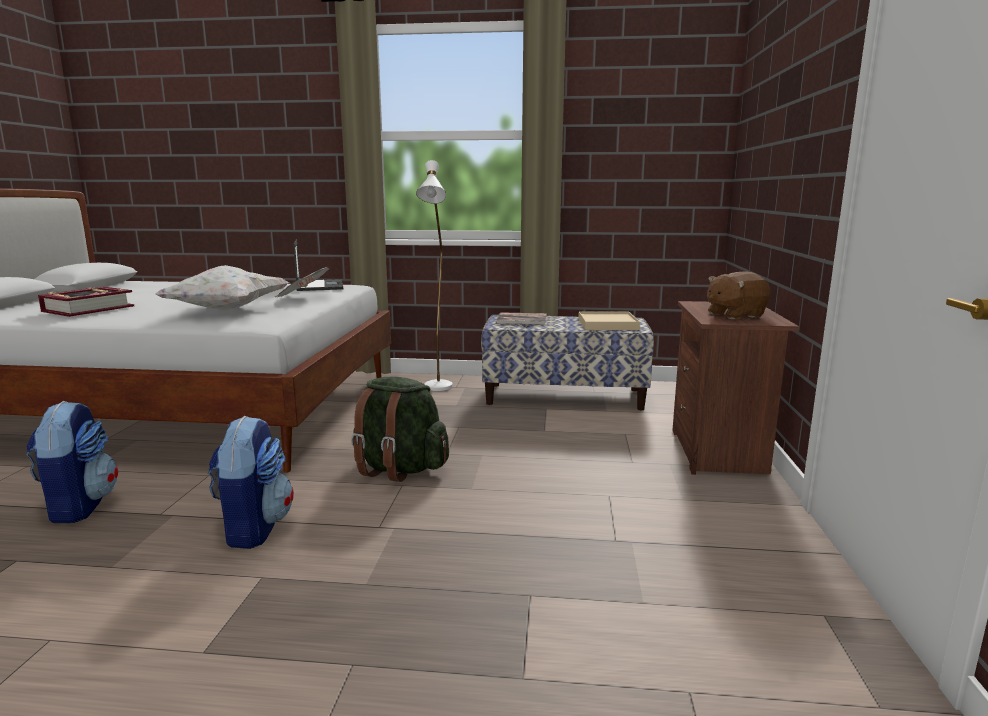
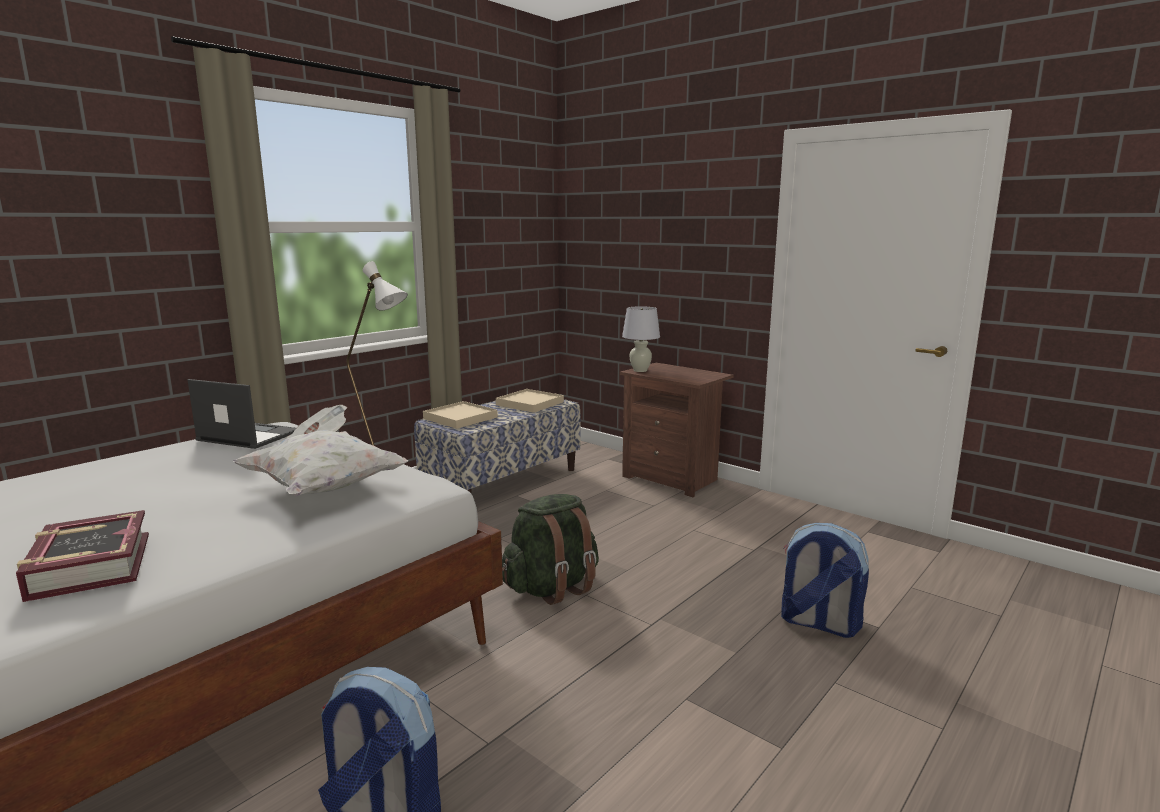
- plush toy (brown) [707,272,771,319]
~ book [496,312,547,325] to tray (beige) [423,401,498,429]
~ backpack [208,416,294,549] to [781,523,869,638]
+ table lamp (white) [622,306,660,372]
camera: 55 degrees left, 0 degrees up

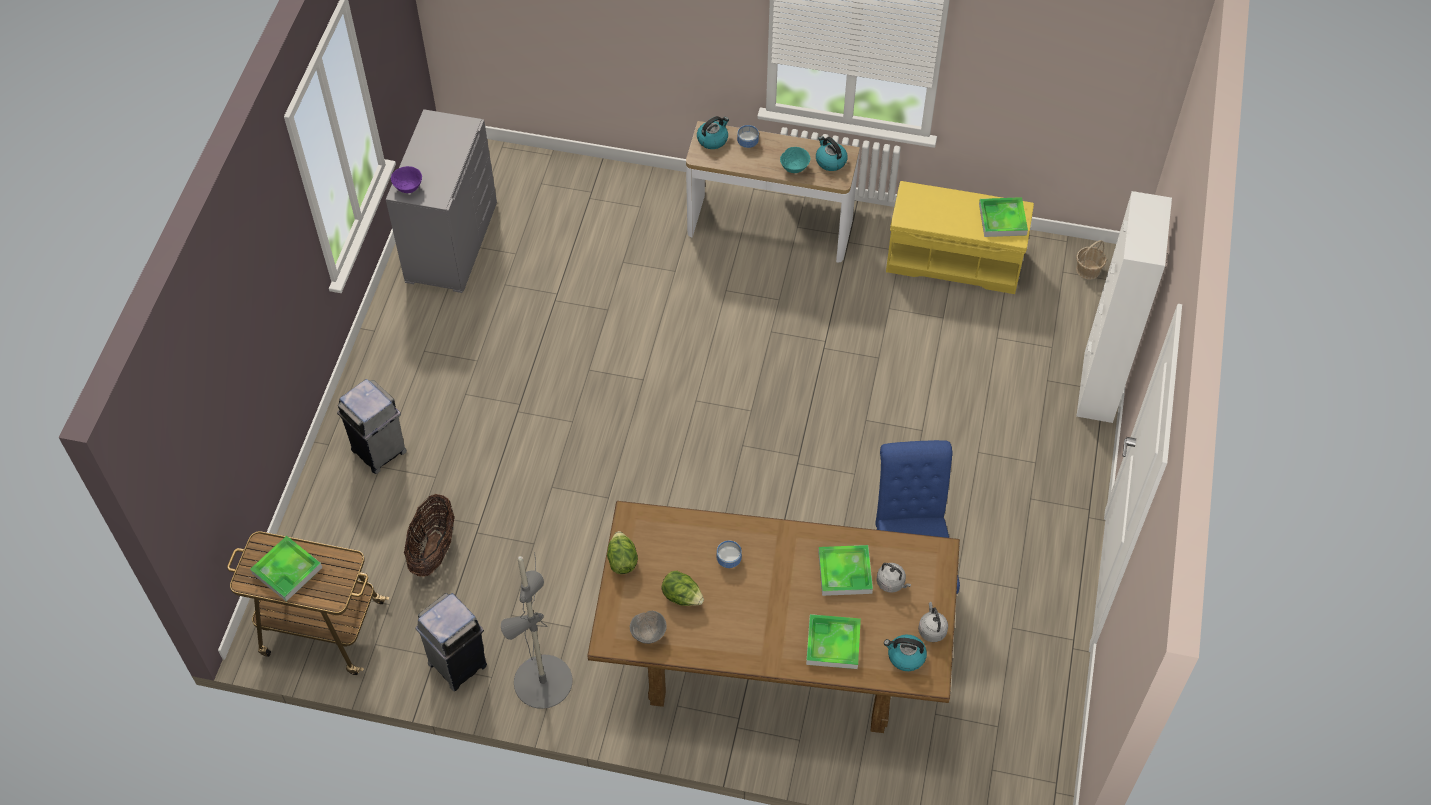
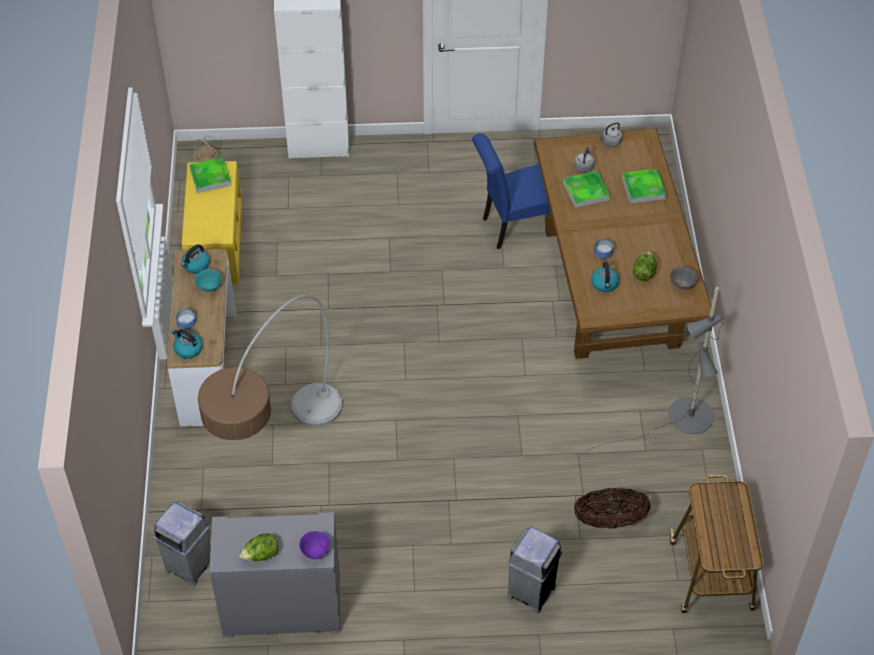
~ lettuce [607,531,638,574] to [239,533,278,561]
- tray [250,536,322,601]
~ trash can (grey) [415,593,487,691] to [153,501,211,587]
~ kettle [884,635,927,671] to [591,262,619,292]
+ floor lamp [198,295,342,440]
camera: 105 degrees left, 5 degrees down

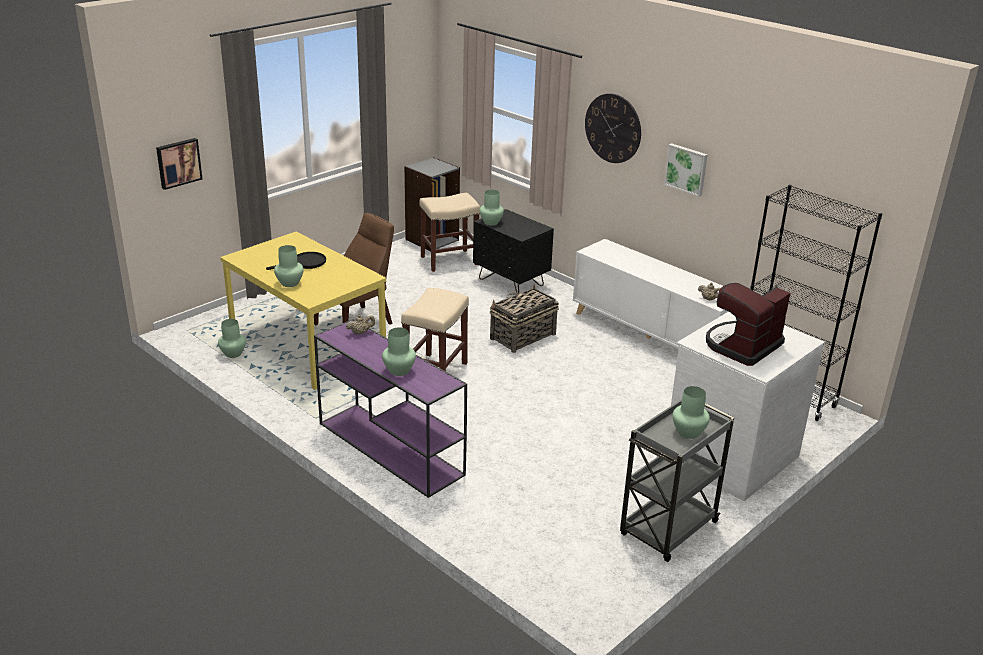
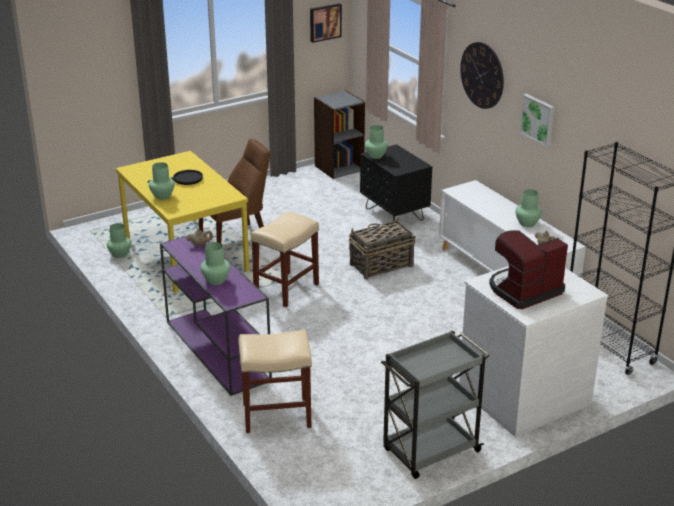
~ picture [156,138,202,190] to [310,3,342,43]
~ stool (beige) [419,193,480,272] to [239,330,312,433]
~ vase (green) [673,386,710,439] to [515,189,542,227]
camera: 15 degrees right, 0 degrees up

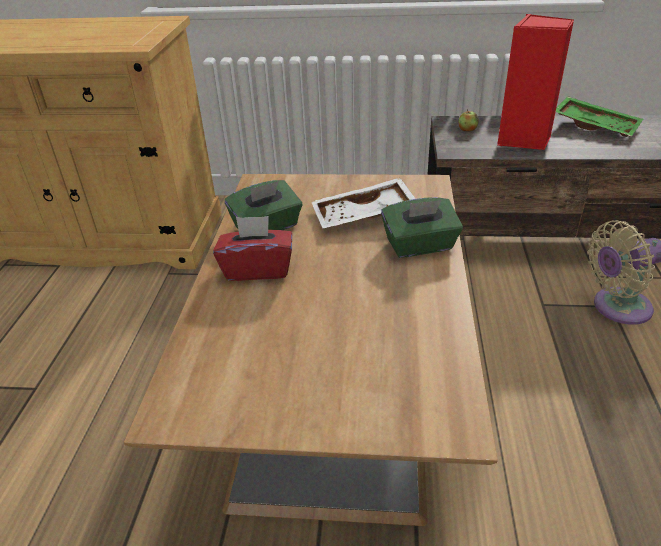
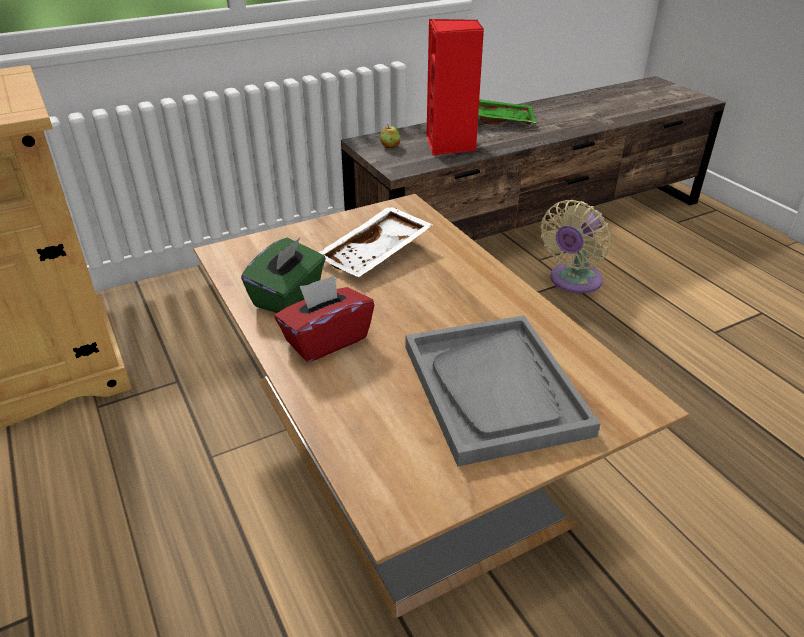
- tissue box (green) [381,197,463,258]
+ tray (grey) [405,315,600,467]
camera: 35 degrees left, 0 degrees up

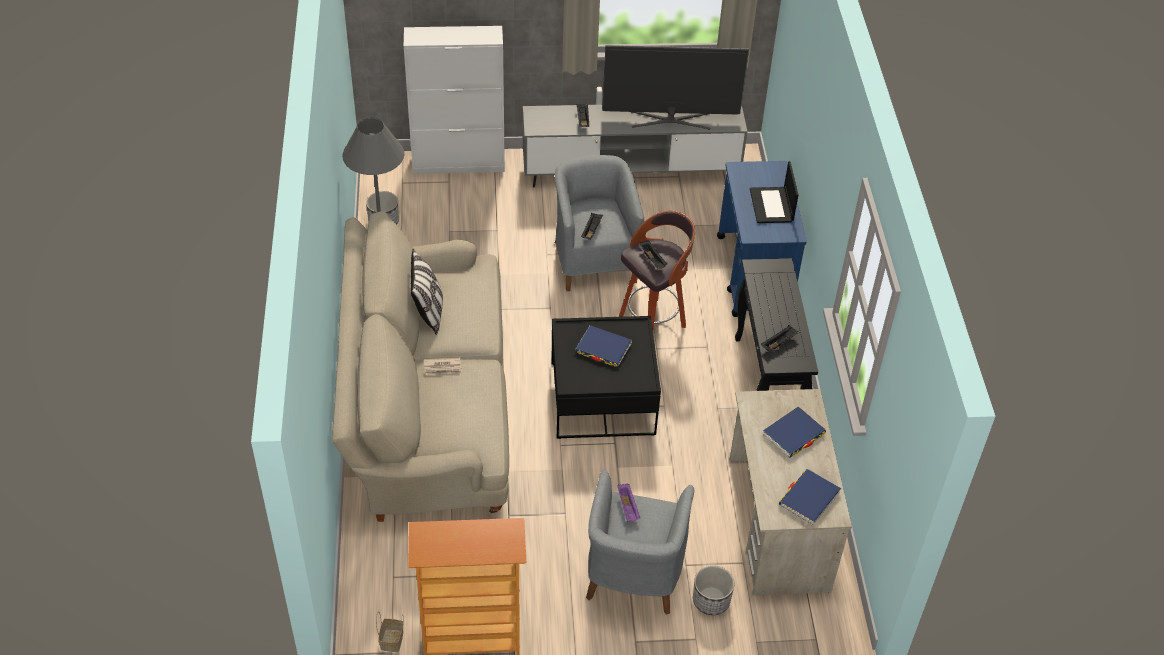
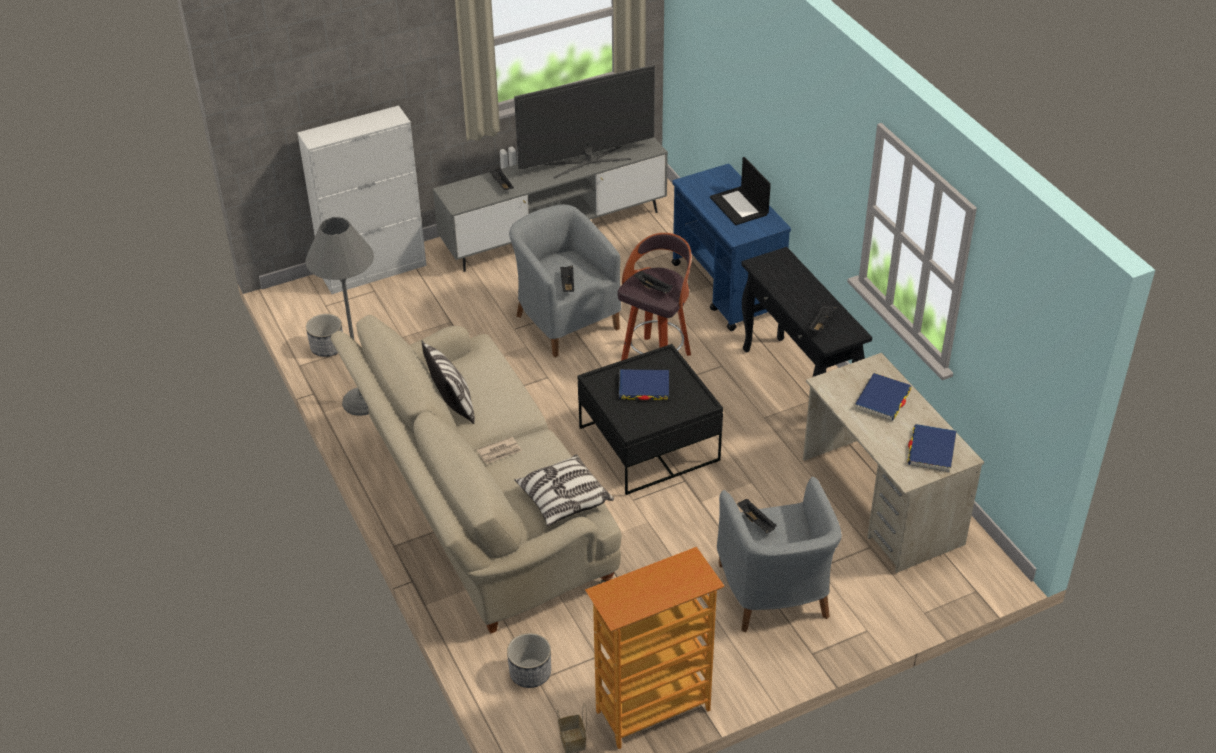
~ tray (purple) [618,484,640,522] to tray (black) [737,499,777,533]
~ planter [693,566,734,615] to [507,633,551,688]
+ pillow [514,454,614,526]
camera: 20 degrees left, 5 degrees down

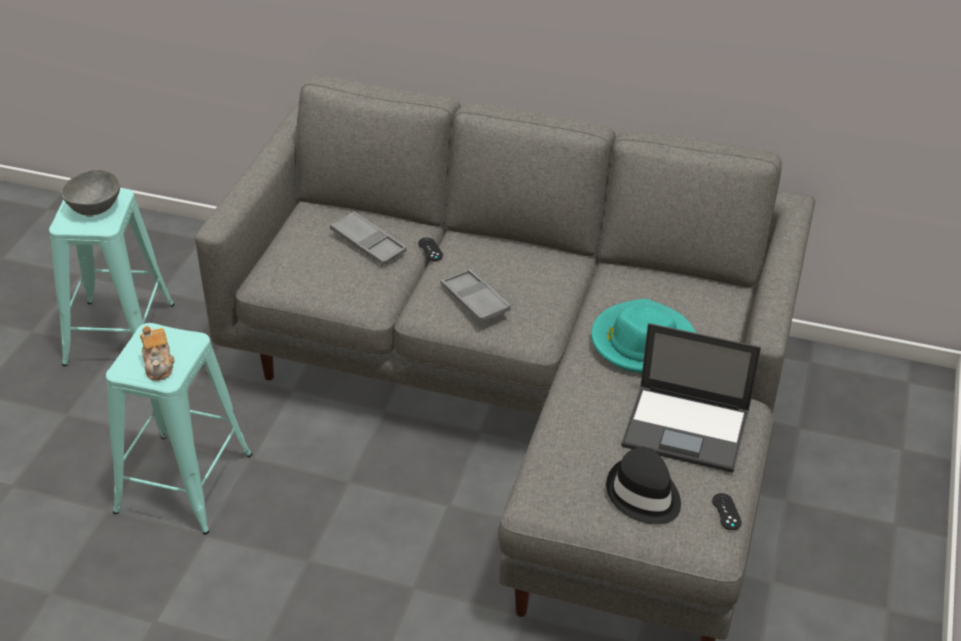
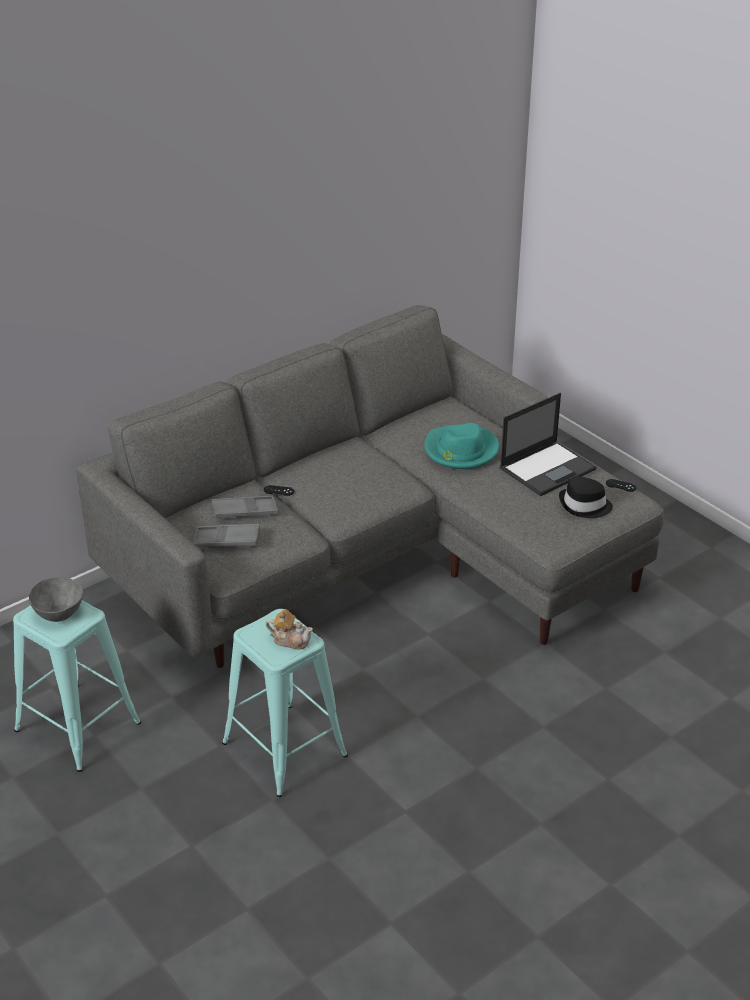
~ tray (grey) [440,269,511,322] to [193,524,260,547]
camera: 55 degrees left, 5 degrees down

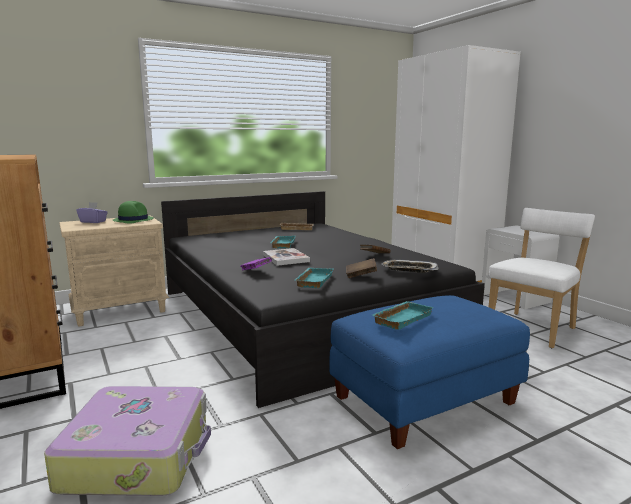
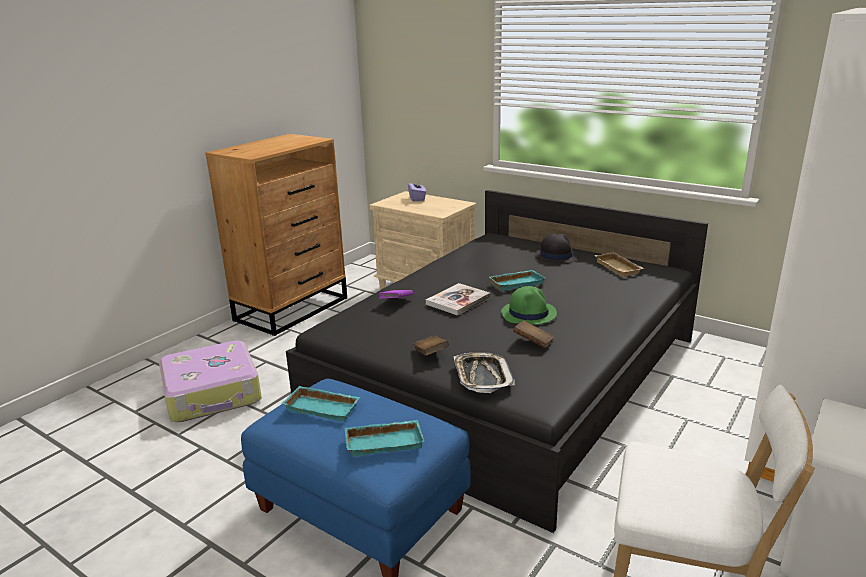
~ hat (green) [113,201,153,224] to [501,286,557,325]
~ tray (turquoise) [295,268,333,288] to [345,420,425,457]
+ hat (black) [534,233,580,263]
camera: 65 degrees right, 10 degrees up

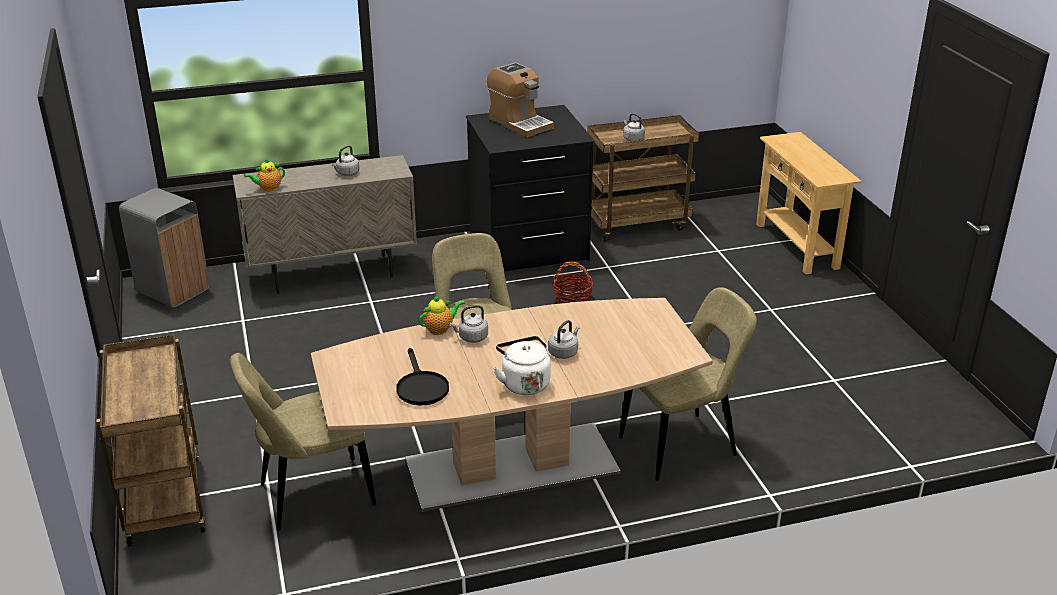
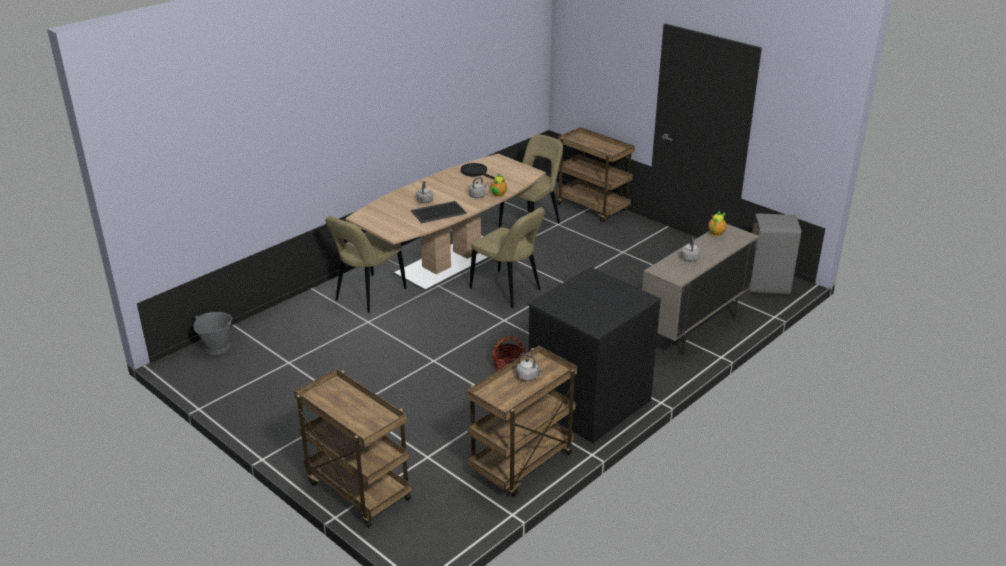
- coffee machine [487,62,554,138]
~ console table (beige) [756,132,862,274] to cart (brown) [294,369,411,528]
- kettle (white) [494,336,551,395]
+ tray [411,201,467,223]
+ bucket (grey) [193,312,232,355]
camera: 150 degrees right, 0 degrees up

